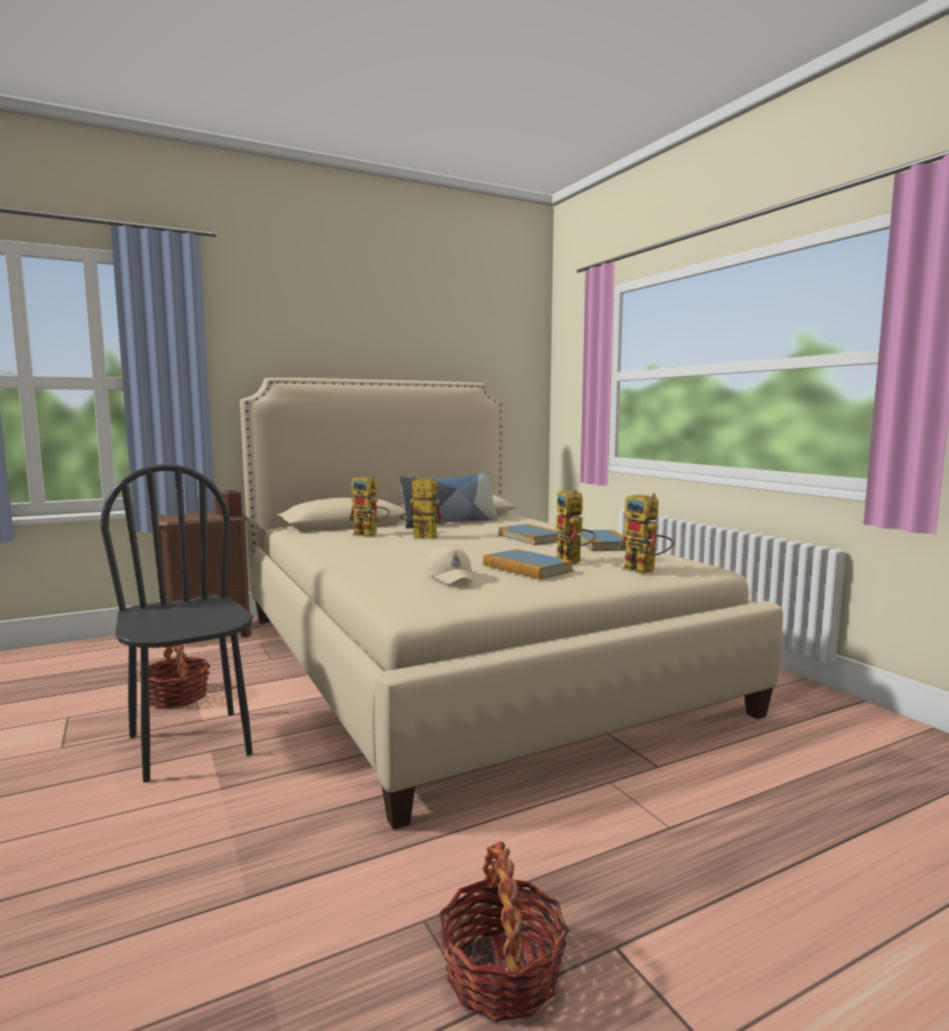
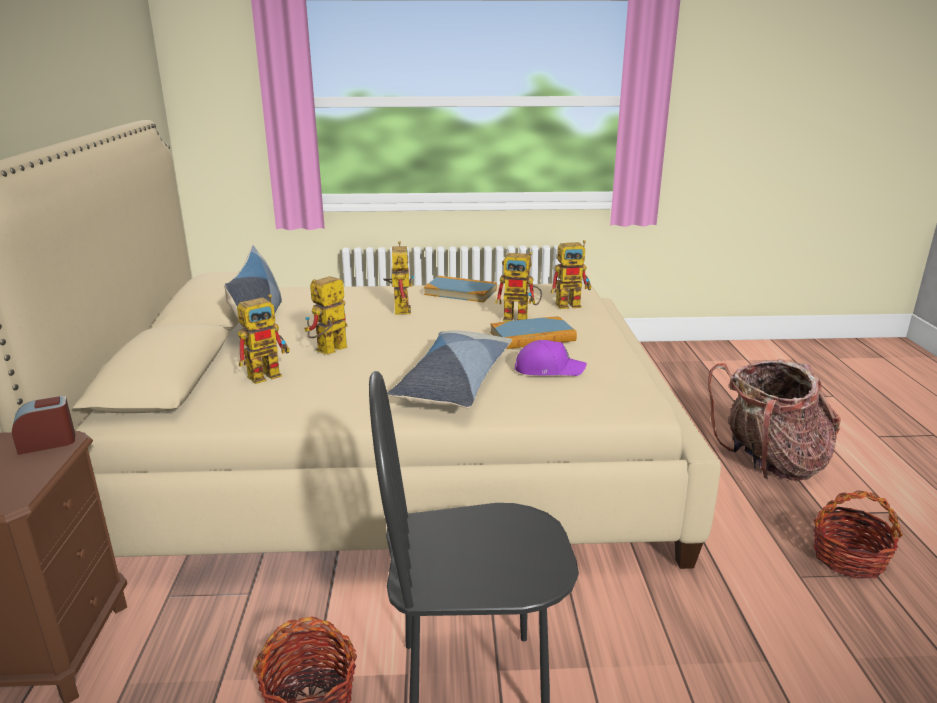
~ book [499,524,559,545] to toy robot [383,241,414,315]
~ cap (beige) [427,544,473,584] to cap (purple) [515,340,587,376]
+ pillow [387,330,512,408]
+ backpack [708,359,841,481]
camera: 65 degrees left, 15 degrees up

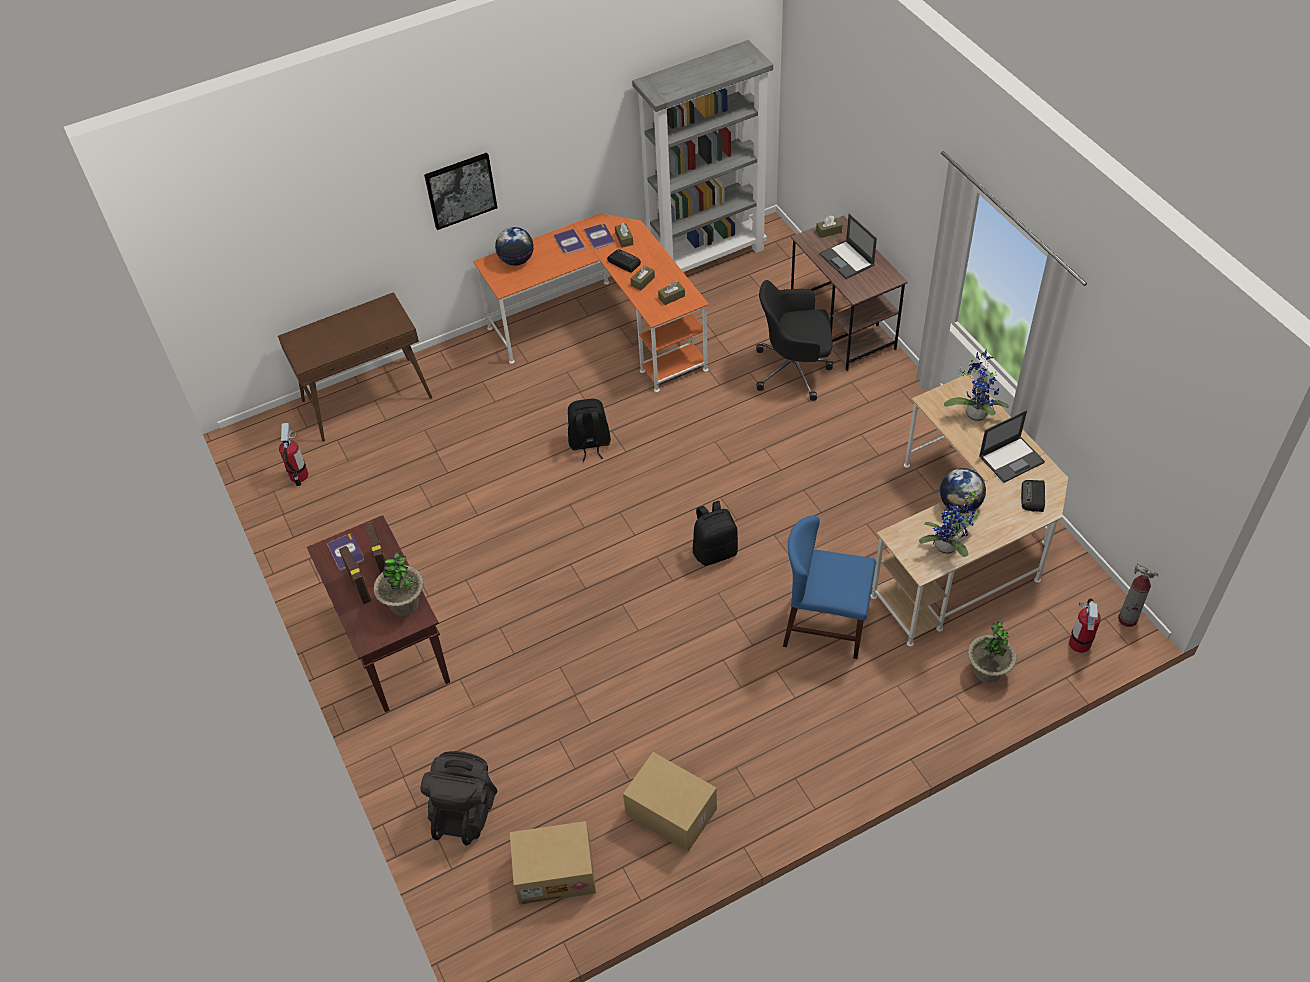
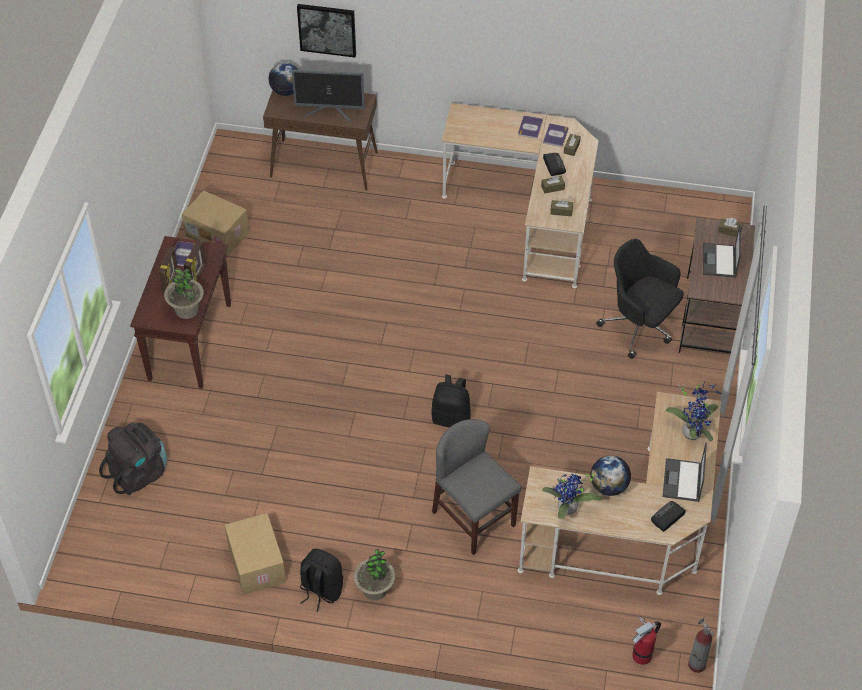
- bookcase (grey) [632,40,773,272]
~ picture [424,153,498,230] to [297,4,356,57]
~ desk (orange) [473,214,709,392] to desk (beige) [441,103,599,288]
~ globe [495,227,534,266] to [269,62,298,96]
~ backpack (black) [568,398,611,462] to [300,549,343,612]
~ laptop [979,410,1045,483] = [663,443,707,502] 90 degrees clockwise
- fire extinguisher [279,423,309,486]
~ chair (blue) [783,516,876,659] to chair (grey) [432,419,521,555]
~ potted plant [968,622,1017,683] to [353,549,396,601]
~ cardboard box [510,821,596,905] to [182,190,249,256]
+ monitor [292,70,365,121]
camera: 35 degrees right, 0 degrees up

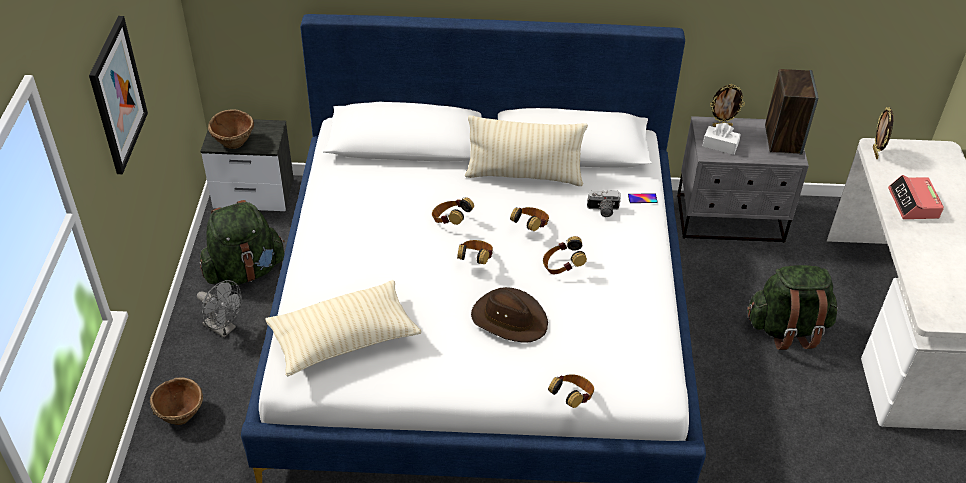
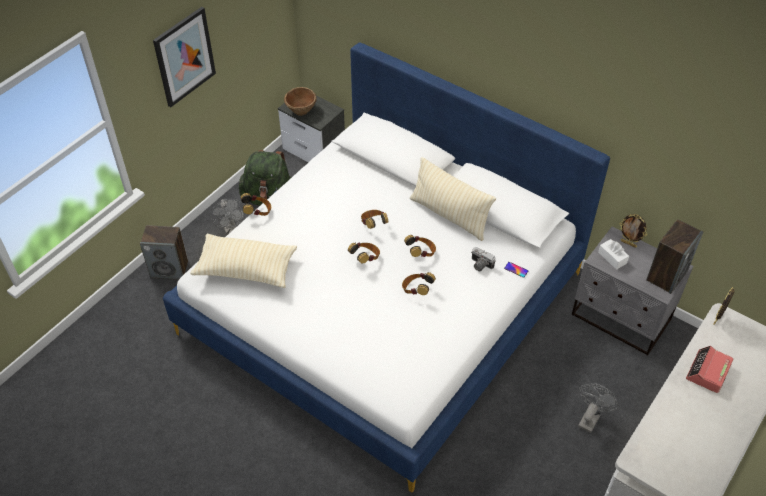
~ backpack (green) [747,265,838,350] to fan (grey) [578,383,618,433]
- hat (brown) [471,287,548,343]
~ headphones [548,374,594,408] to [241,193,271,216]
~ bowl (brown) [149,378,203,425] to speaker [140,225,188,280]
camera: 35 degrees right, 5 degrees up

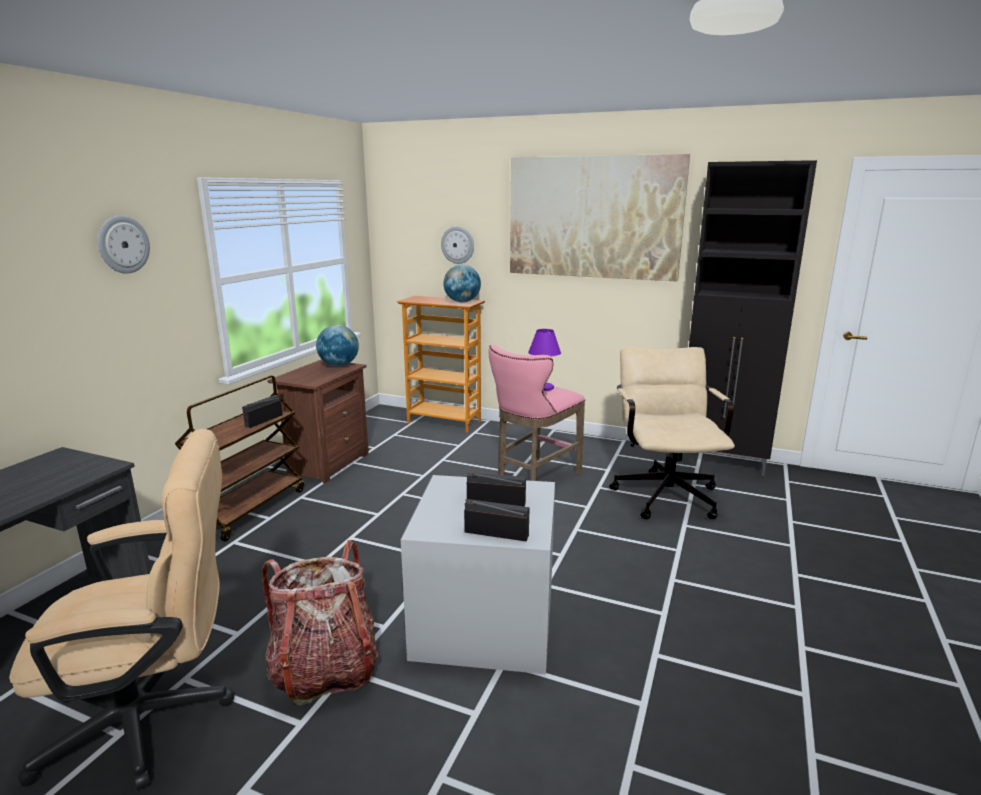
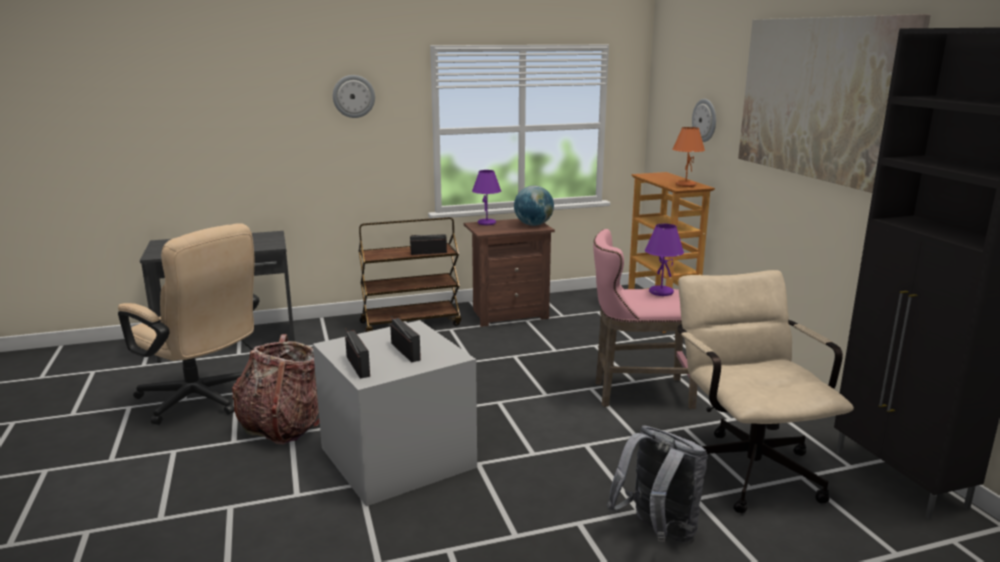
~ globe [443,265,481,302] to table lamp (orange) [673,127,705,187]
~ office chair (beige) [609,347,735,519] = [677,270,854,513] 60 degrees counterclockwise
+ table lamp (purple) [472,170,501,225]
+ backpack (grey) [607,425,708,543]
camera: 50 degrees right, 0 degrees up

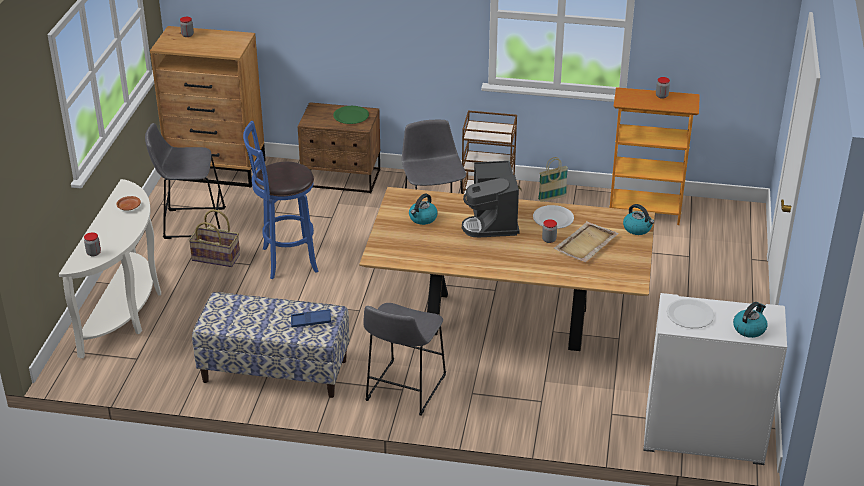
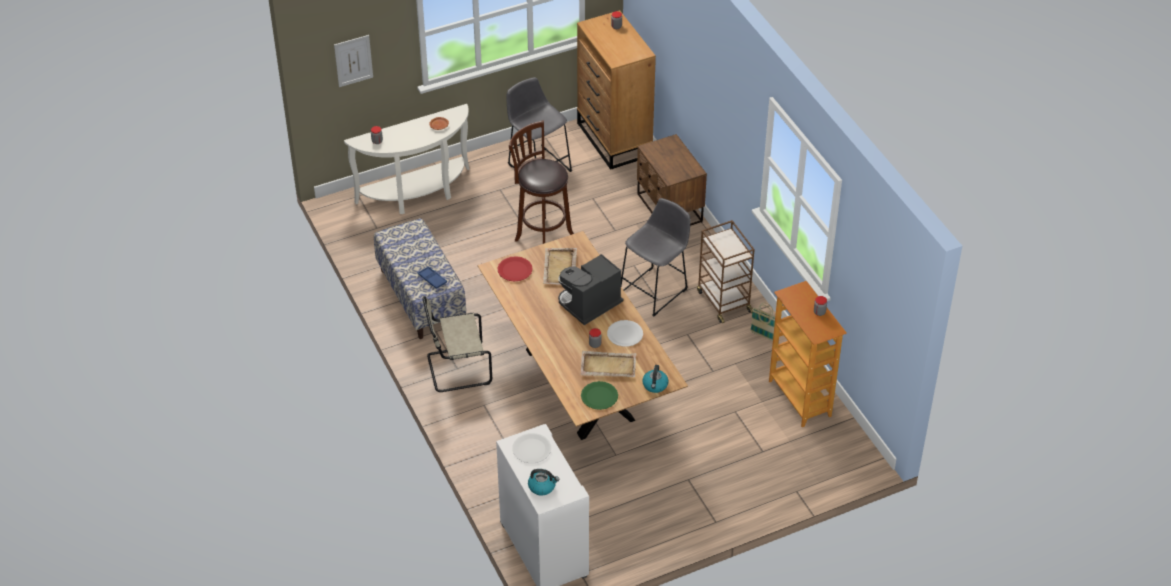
~ plate (green) [333,106,369,124] to [581,381,618,410]
~ stool (blue) [243,121,318,279] to stool (brown) [509,121,574,244]
~ kettle [409,194,438,225] to tray (beige) [543,248,577,285]
- basket [189,209,240,267]
~ stool (grey) [364,303,446,416] to chair (beige) [423,296,492,392]
+ picture [334,35,373,87]
+ plate (red) [497,256,533,281]
camera: 55 degrees right, 10 degrees up

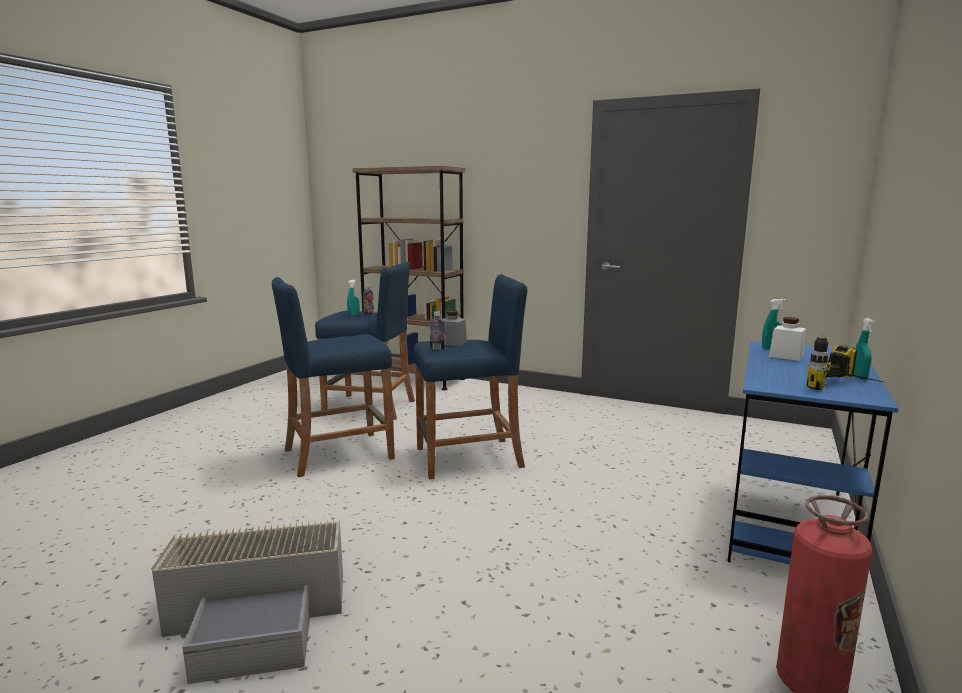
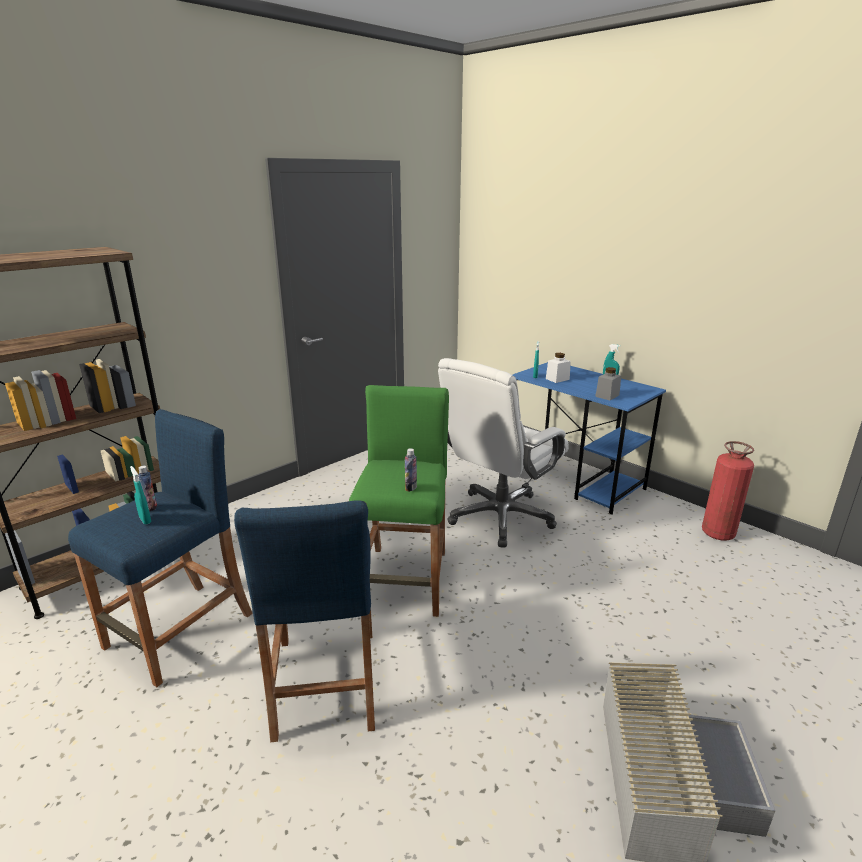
~ stool (blue) [413,274,527,479] to stool (green) [349,385,449,617]
~ jar (grey) [443,310,467,346] to [595,367,621,400]
- power drill [807,332,887,390]
+ office chair (white) [438,358,569,548]
camera: 70 degrees left, 10 degrees up

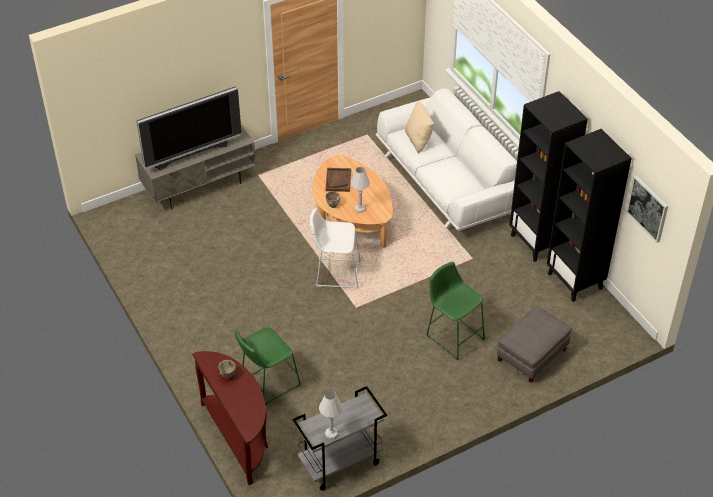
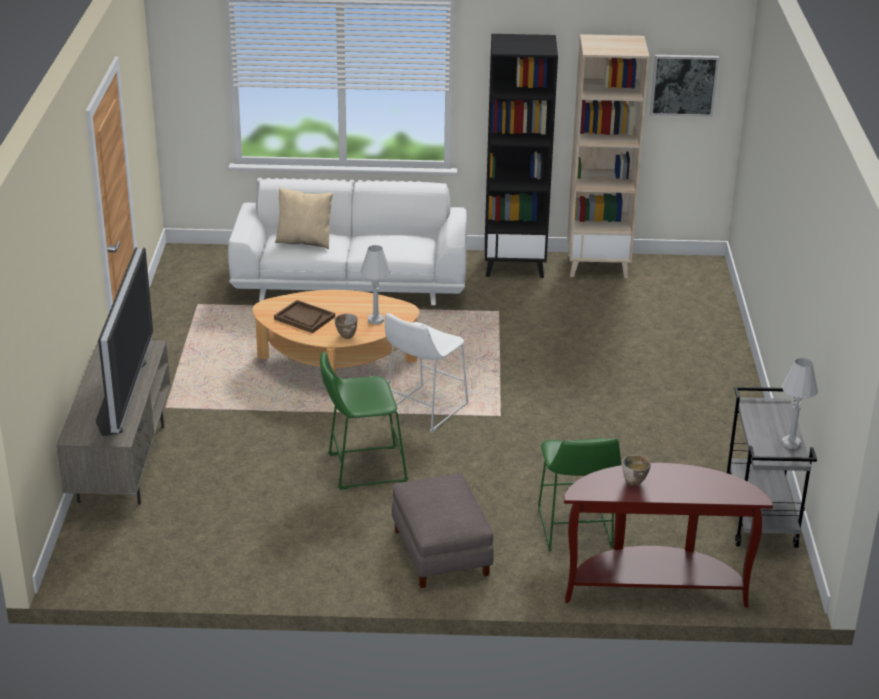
~ bookcase (black) [547,129,632,302] to bookcase (beige) [567,34,649,278]
~ stool (green) [426,262,485,360] to [320,352,408,490]
~ ottoman (grey) [497,306,572,383] to [392,473,494,588]
camera: 60 degrees left, 15 degrees down

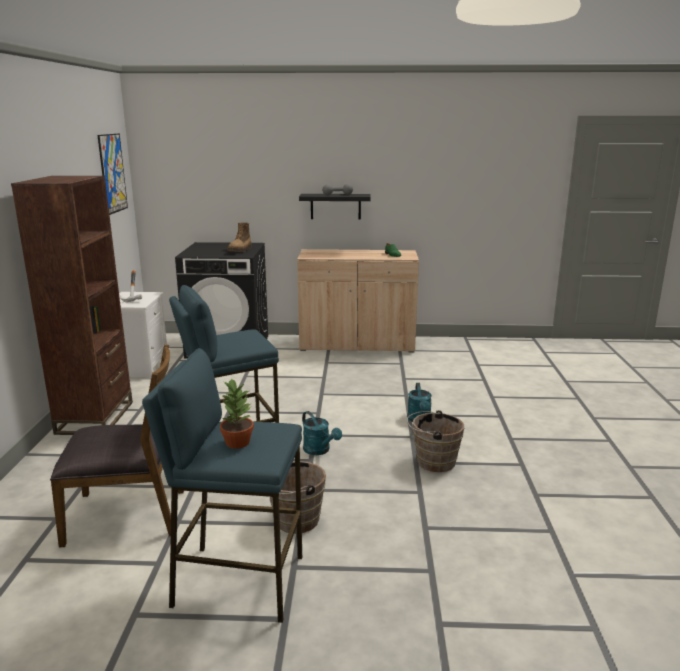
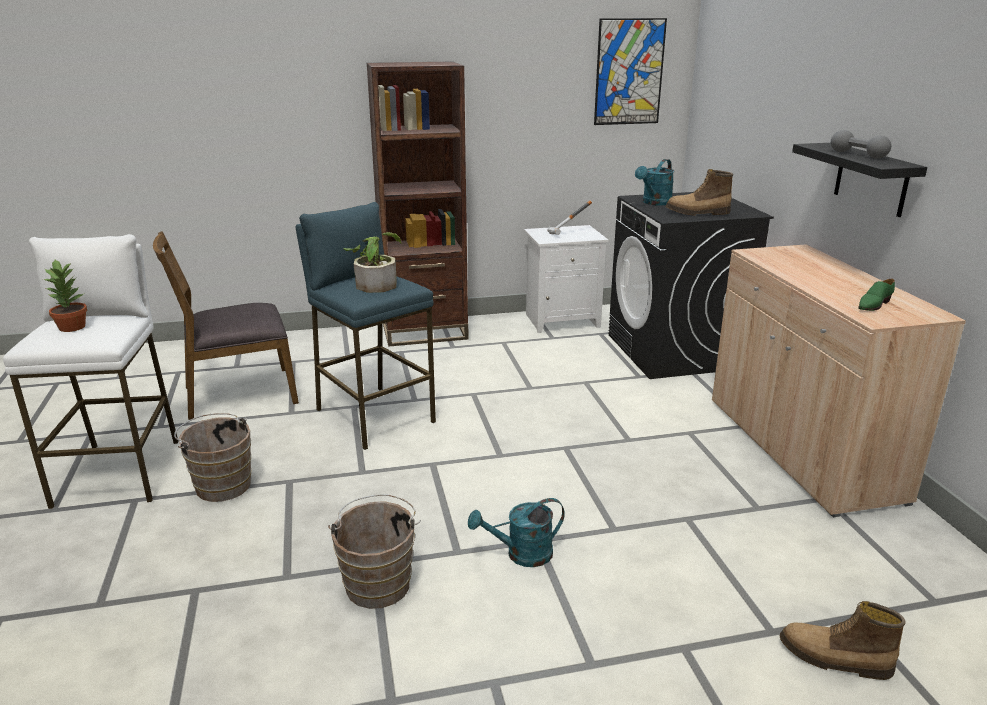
~ chair (brown) [50,344,184,548] = [153,231,299,420] 90 degrees clockwise
~ stool (blue) [142,348,302,623] to stool (white) [3,234,179,509]
~ watering can (turquoise) [302,411,342,455] to [635,159,674,205]
+ potted plant [343,232,402,293]
+ boot [780,601,906,680]
camera: 75 degrees right, 5 degrees up

